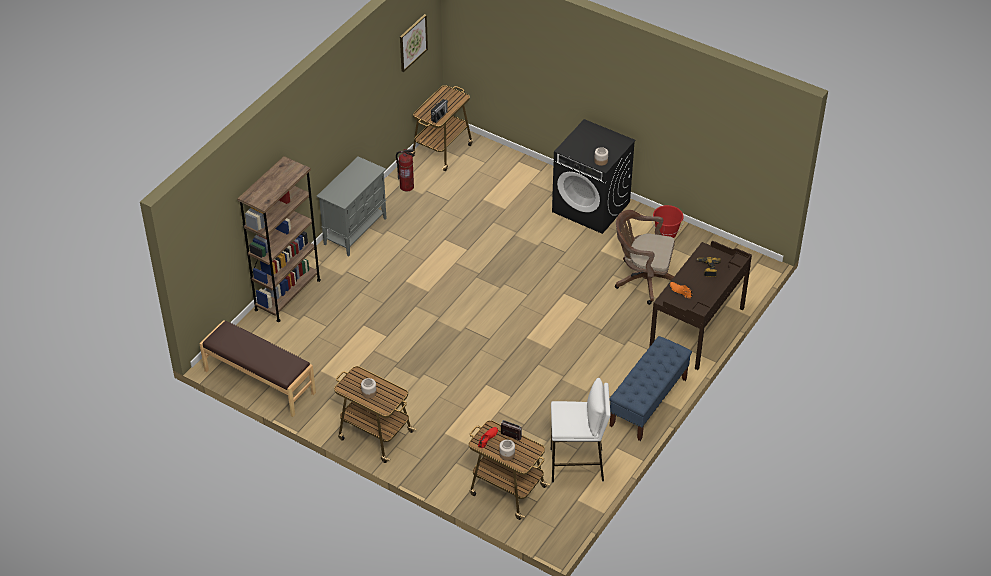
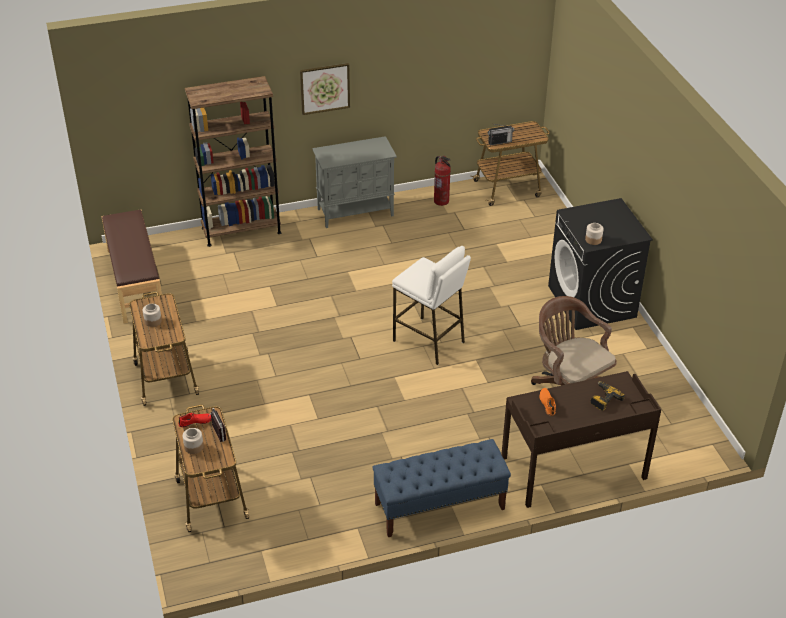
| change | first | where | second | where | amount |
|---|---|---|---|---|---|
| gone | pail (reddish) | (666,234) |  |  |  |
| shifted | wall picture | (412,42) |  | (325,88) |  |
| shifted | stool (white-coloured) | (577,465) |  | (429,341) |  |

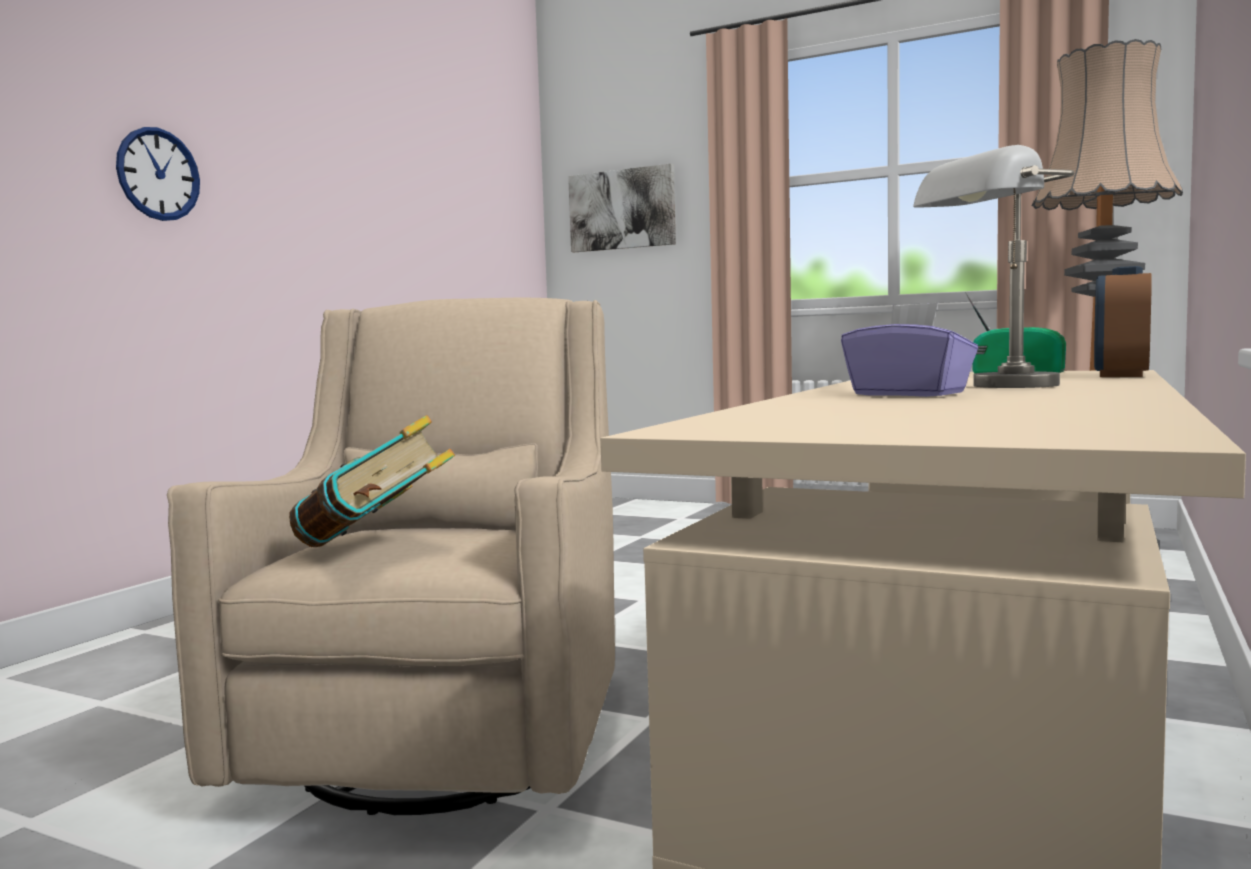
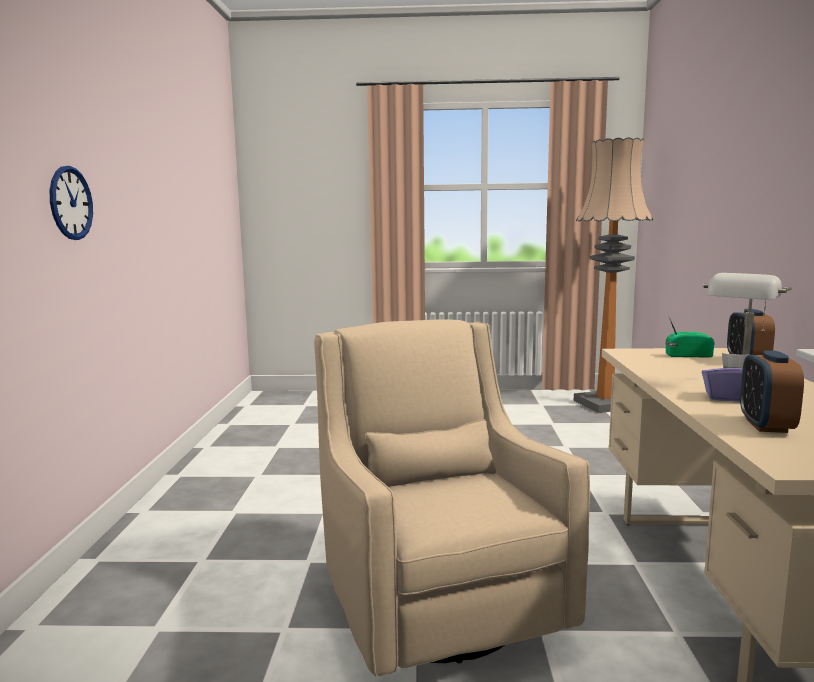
| change | first | where | second | where | amount |
|---|---|---|---|---|---|
| gone | bound book | (374,547) |  |  |  |
| gone | wall picture | (622,209) |  |  |  |
| new |  |  | alarm clock | (766,425) |  |

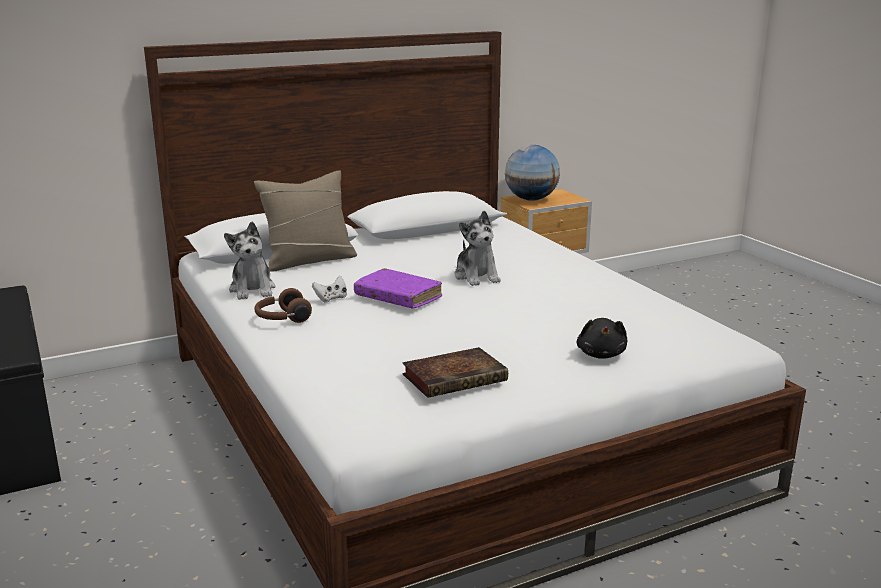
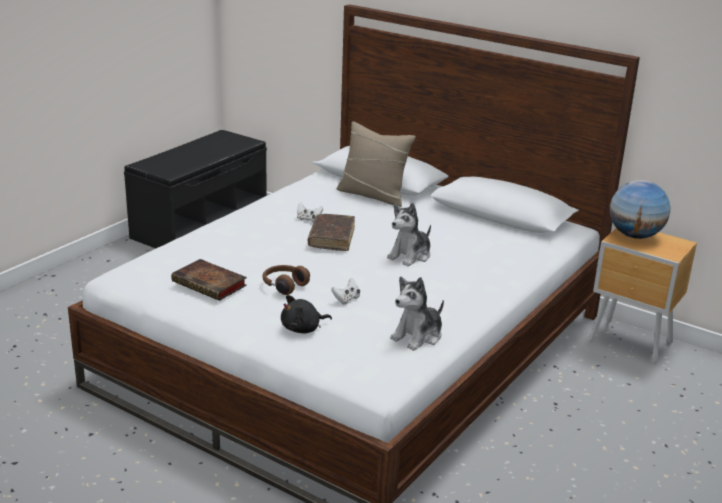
| change | first | where | second | where | amount |
|---|---|---|---|---|---|
| new |  |  | joypad (white-coloured) | (346,299) |  |
| shifted | cuddly toy | (253,289) |  | (418,336) |  |
| shifted | pair of headphones (brown-coloured) | (282,319) |  | (284,285) |  |
| repainted | bound book (purple-coloured) | (398,297) | bound book (brown-coloured) | (331,238) |  |

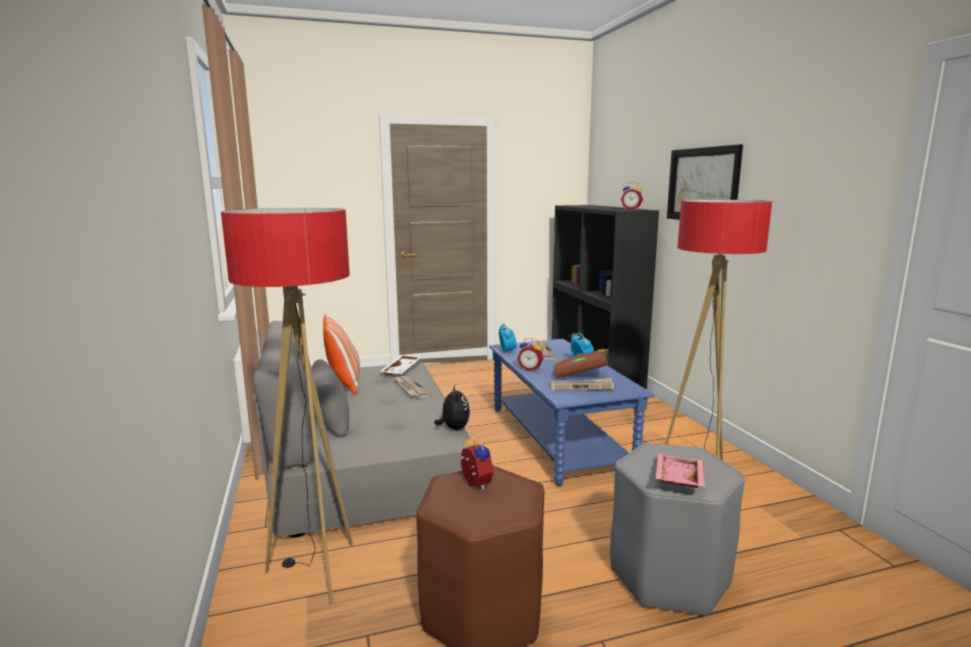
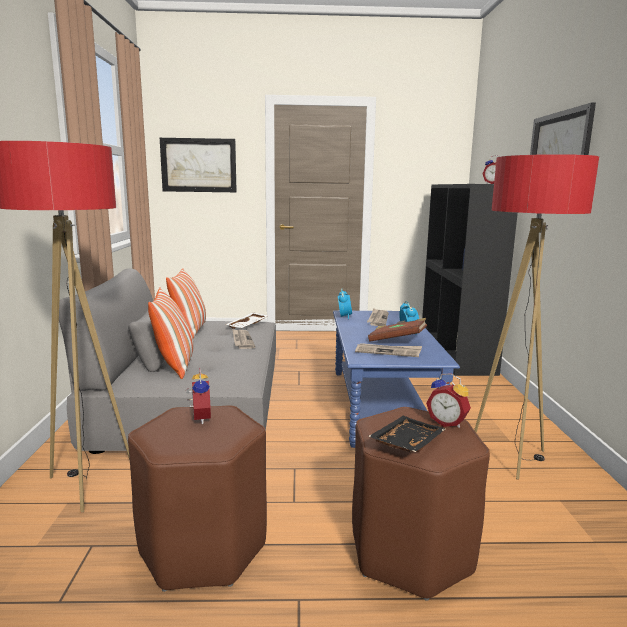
| change | first | where | second | where | amount |
|---|---|---|---|---|---|
| gone | cuddly toy | (454,428) |  |  |  |
| new |  |  | pillow | (175,365) |  |
| new |  |  | wall picture | (198,165) |  |
| shifted | alarm clock | (530,369) |  | (447,422) |  |
| repainted | stool (grey) | (669,577) | stool (brown-coloured) | (411,552) |  |
| repainted | tray (pink) | (677,479) | tray (black-coloured) | (406,443) |  |

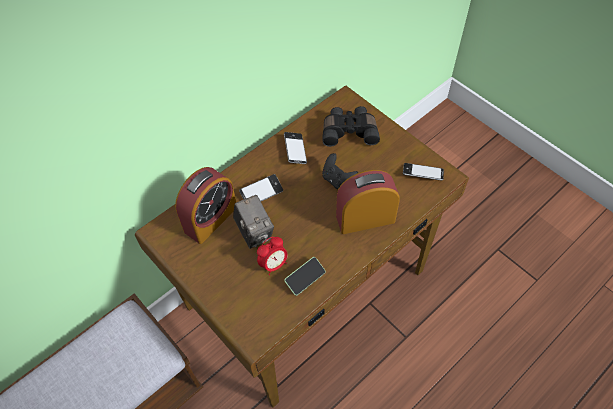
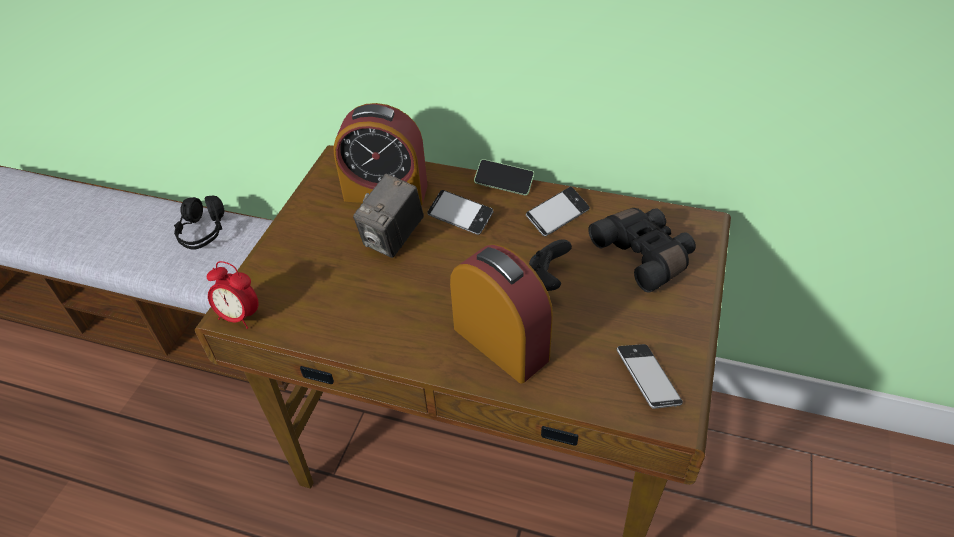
| change | first | where | second | where | amount |
|---|---|---|---|---|---|
| new |  |  | pair of headphones (black-coloured) | (203,232) |  |
| shifted | alarm clock | (273,264) |  | (240,316) |  |
| shifted | telephone | (305,278) |  | (504,183) |  |

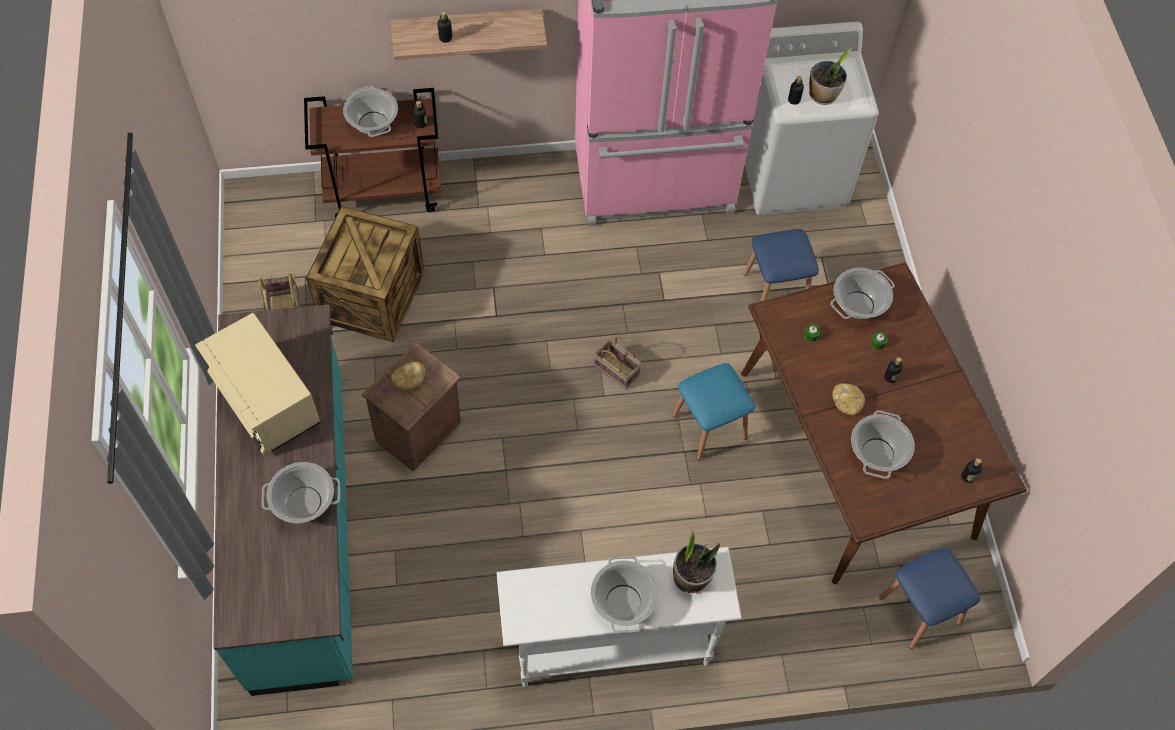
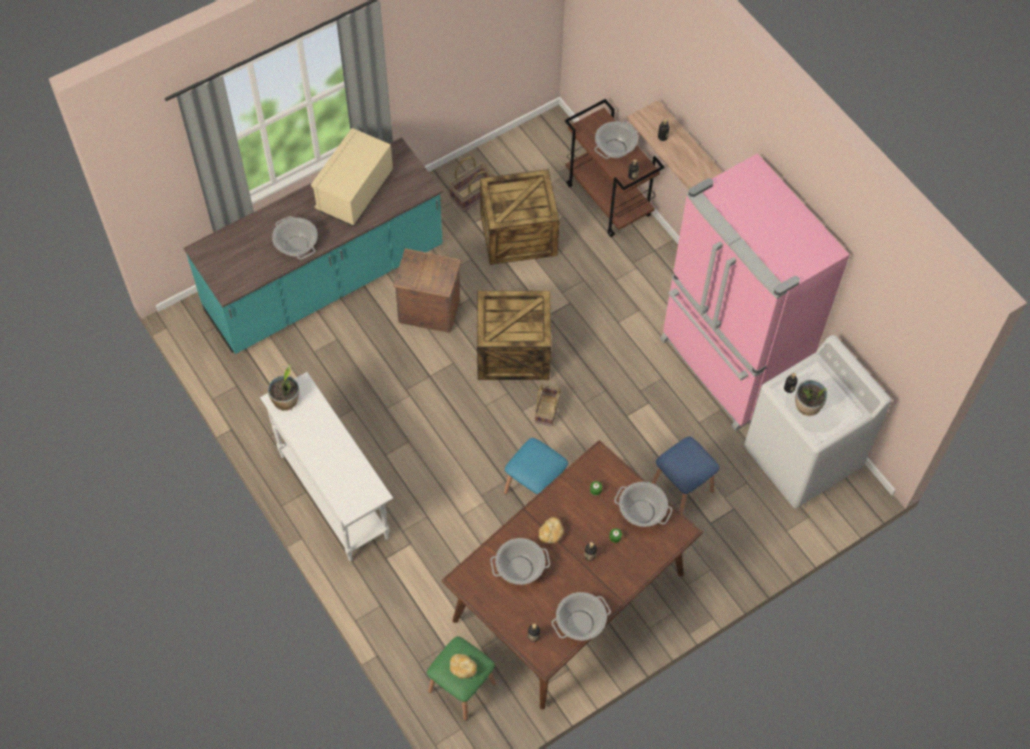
| change | first | where | second | where | amount |
|---|---|---|---|---|---|
| new |  |  | packing crate | (513,353) |  |
| shifted | bread | (409,380) |  | (463,668) |  |
| shifted | stockpot | (623,601) |  | (580,623) |  |
| shifted | potted plant | (691,577) |  | (286,401) |  |
| repainted | stool (bluish) | (920,610) | stool (green-coloured) | (462,687) |  |

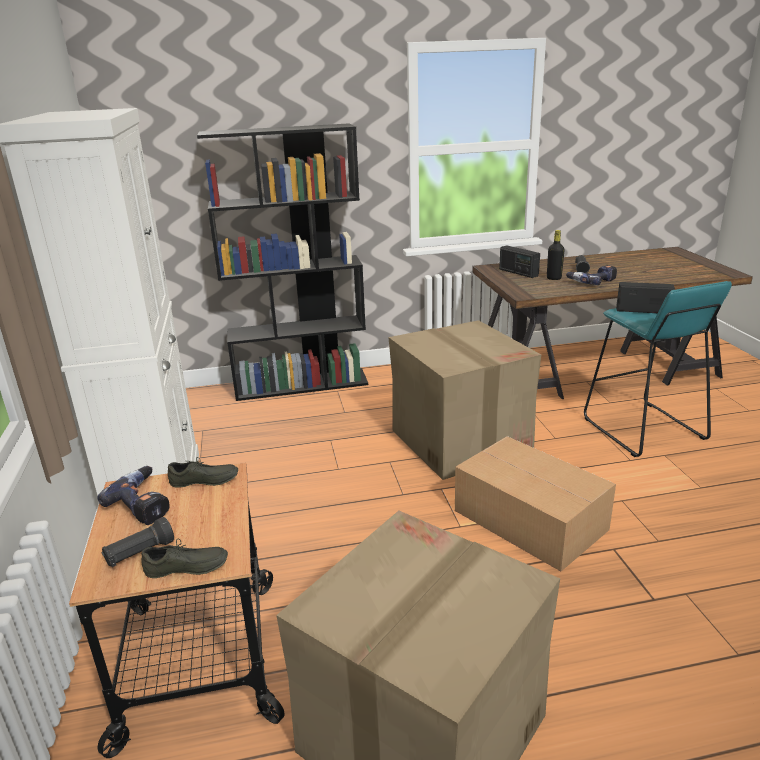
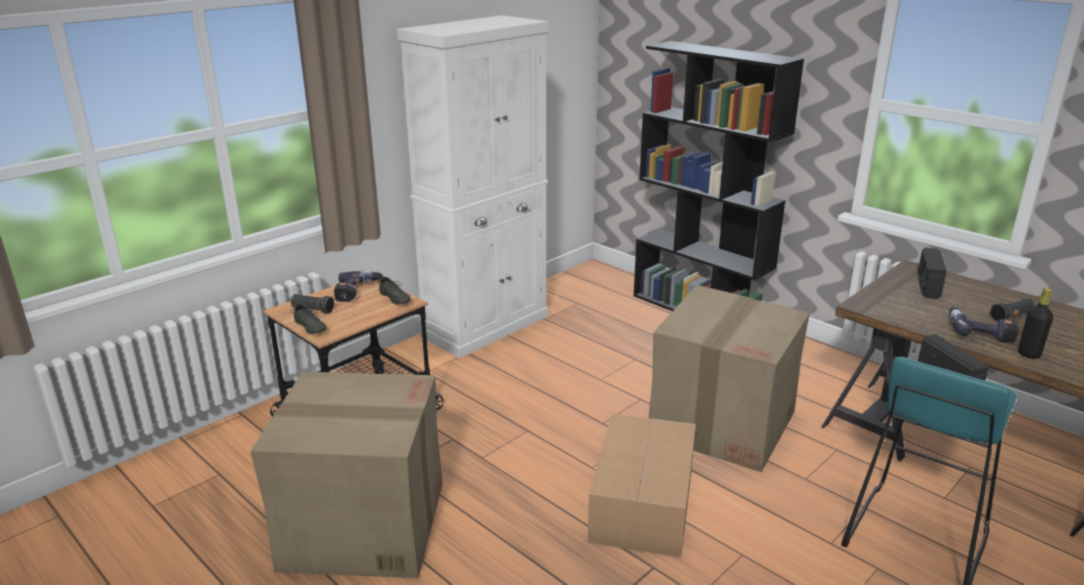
| change | first | where | second | where | amount |
|---|---|---|---|---|---|
| shifted | drink bottle (black-coloured) | (554,278) |  | (1028,354) |  |

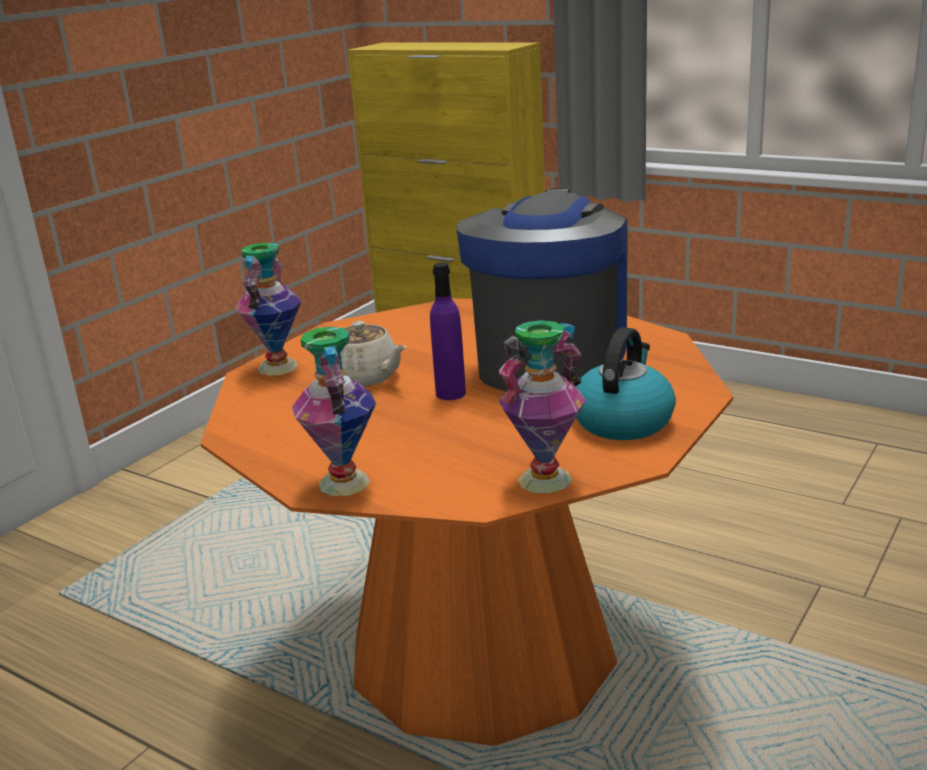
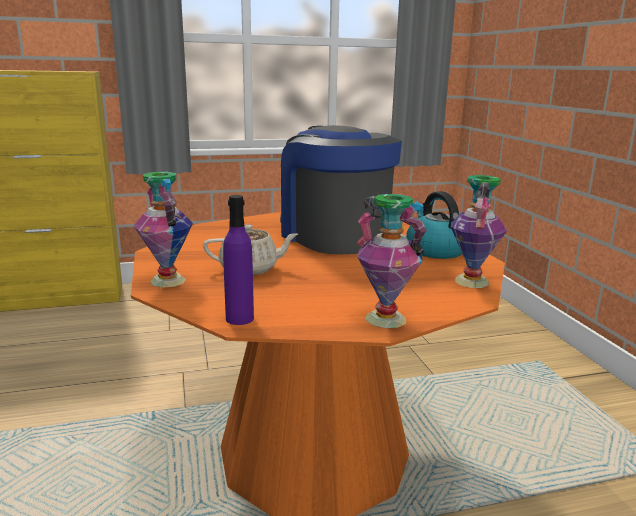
| change | first | where | second | where | amount |
|---|---|---|---|---|---|
| shifted | drink bottle (purple-coloured) | (450,393) |  | (239,318) |  |

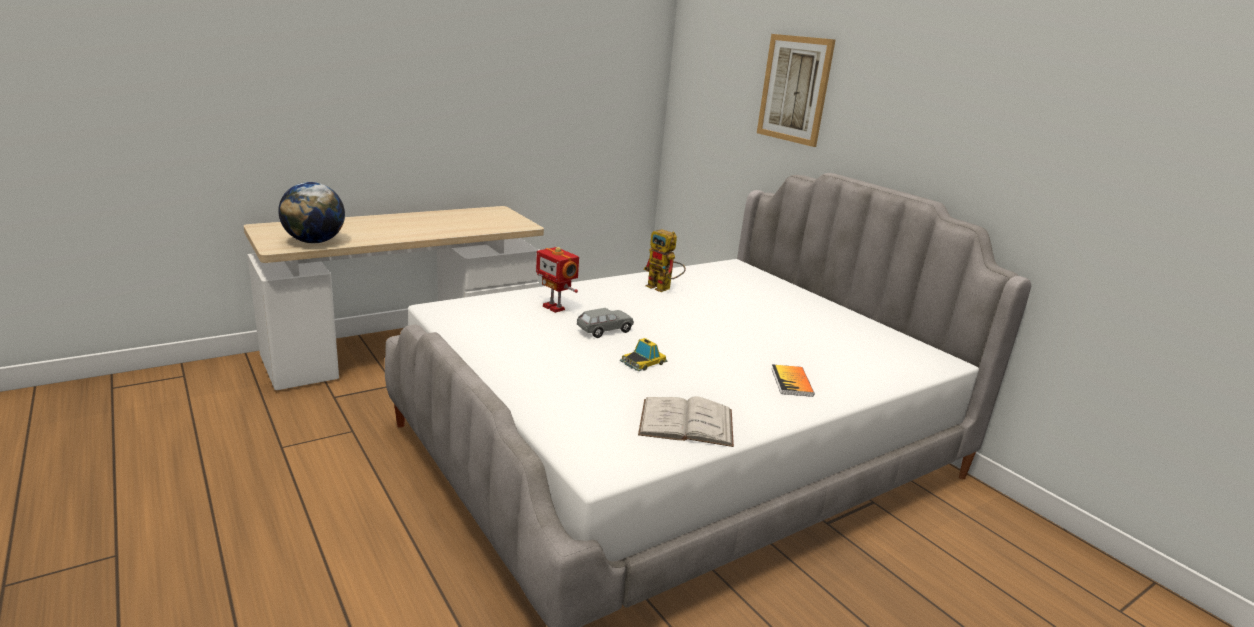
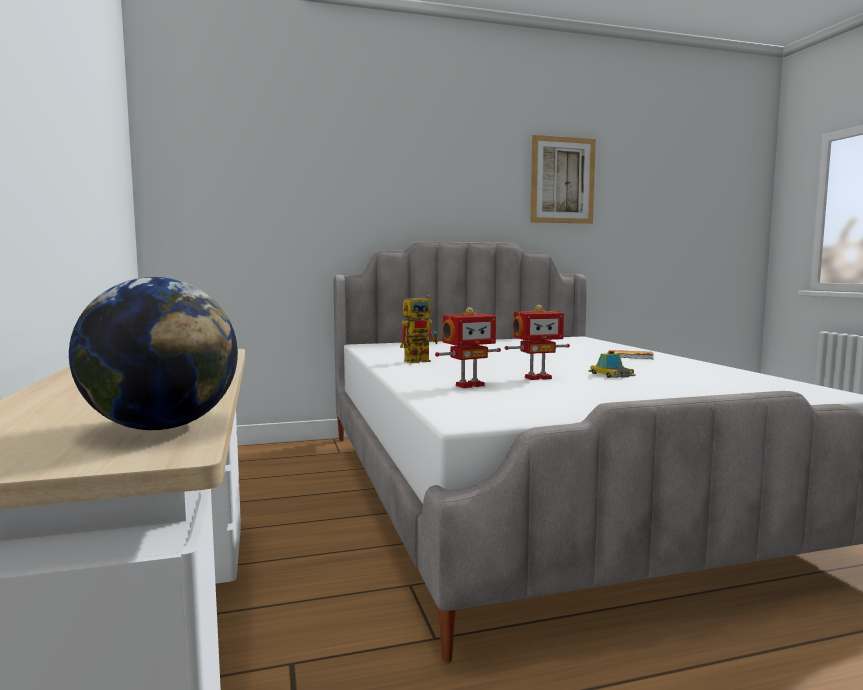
| change | first | where | second | where | amount |
|---|---|---|---|---|---|
| gone | bound book (white-coloured) | (686,422) |  |  |  |
| shifted | wall picture | (794,89) |  | (562,180) |  |
| swapped | miniature car (grey) | (604,331) | model robot | (537,377) |  |

